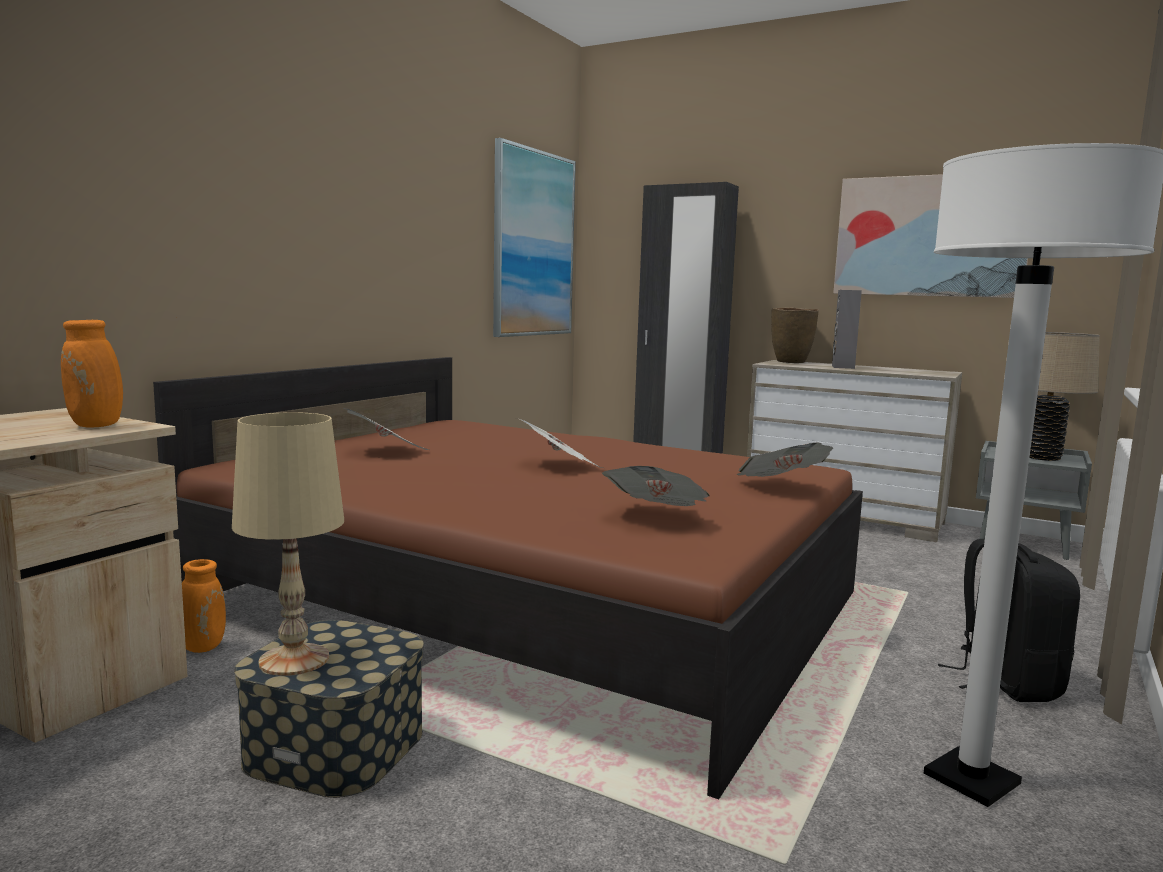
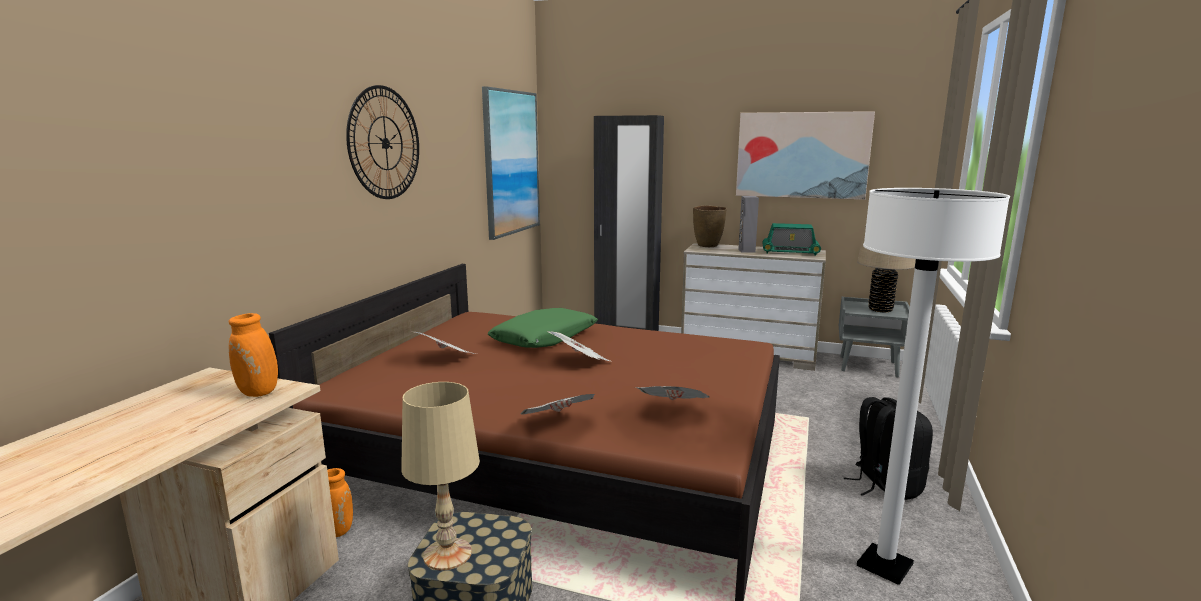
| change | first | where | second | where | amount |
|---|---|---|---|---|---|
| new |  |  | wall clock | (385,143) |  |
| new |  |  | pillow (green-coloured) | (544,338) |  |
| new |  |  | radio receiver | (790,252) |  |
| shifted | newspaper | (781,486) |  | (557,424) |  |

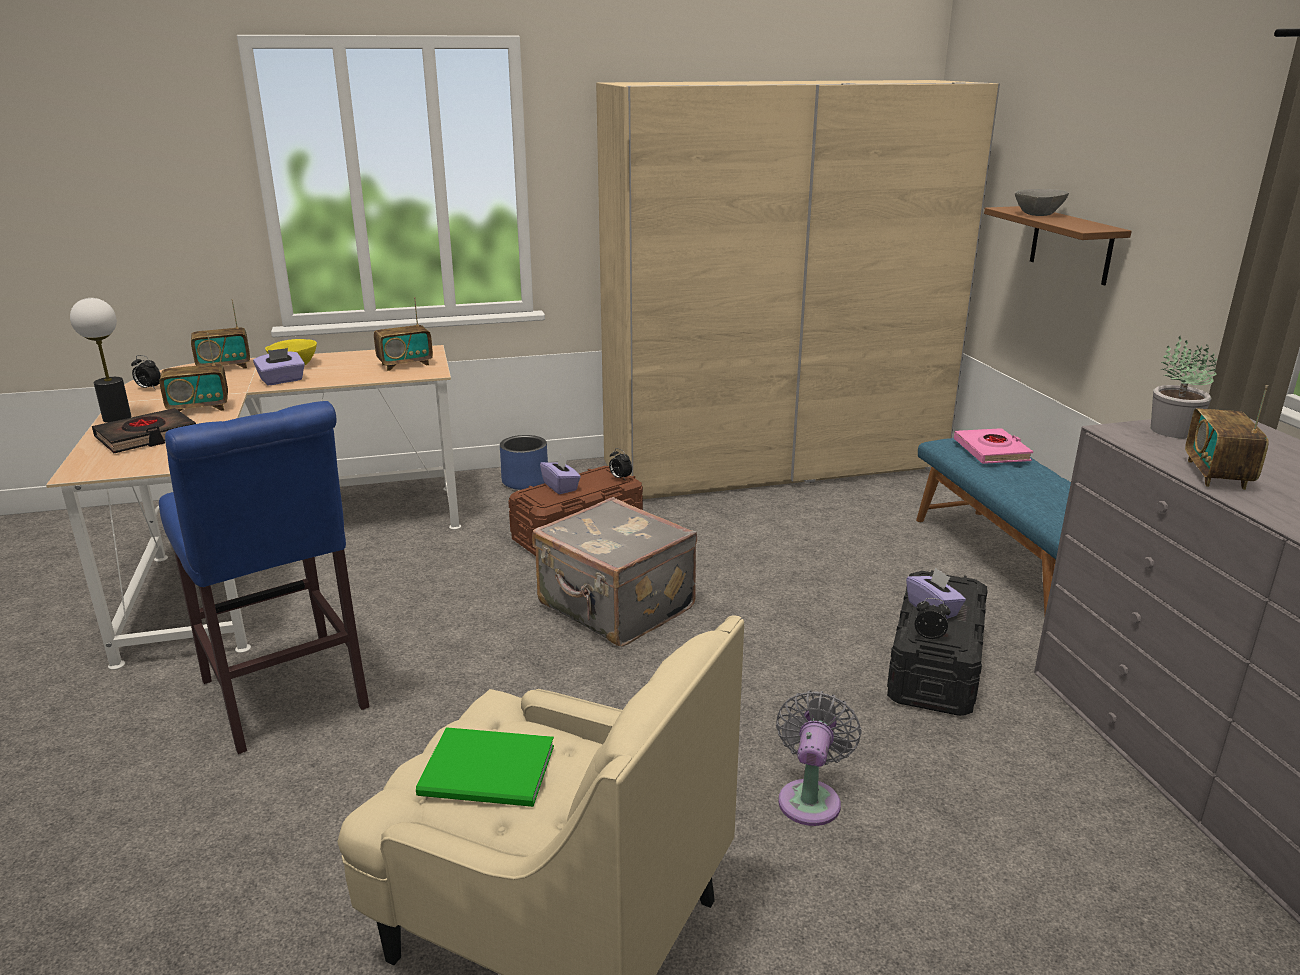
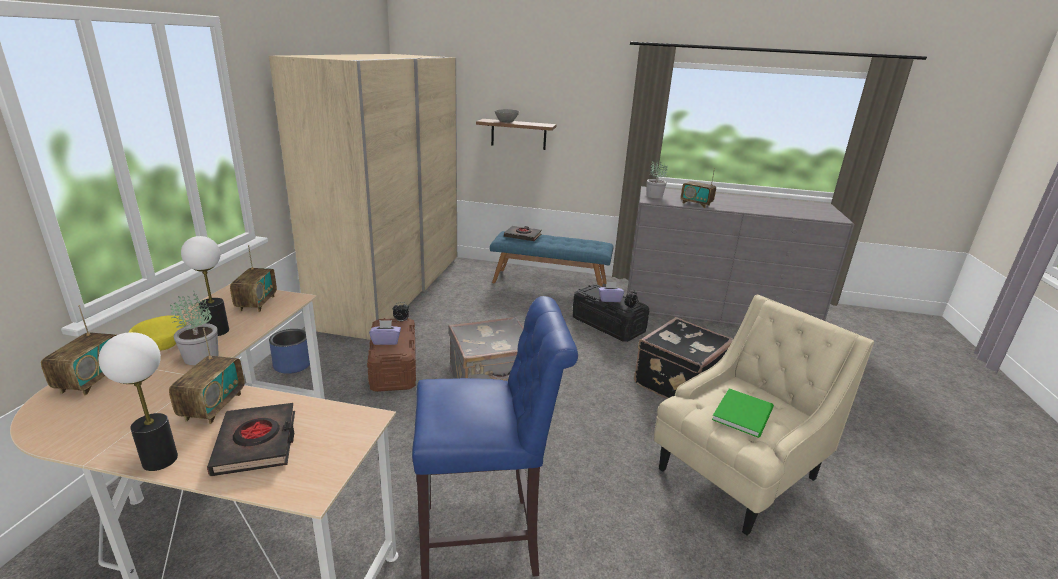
| change | first | where | second | where | amount |
|---|---|---|---|---|---|
| gone | alarm clock | (148,388) |  |  |  |
| new |  |  | lamp for a table | (217,331) |  |
| swapped | tissue holder (purple-coloured) | (282,380) | potted plant | (200,356) |  |
| swapped | cooling fan (grey) | (810,798) | suitcase (black-coloured) | (677,382) |  |
| repainted | bound book (pink) | (991,451) | bound book (black-coloured) | (523,236) |  |

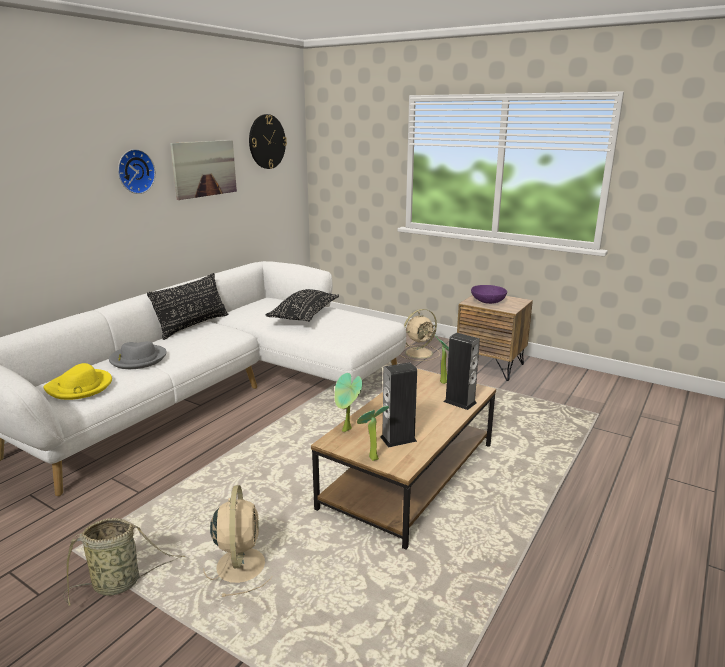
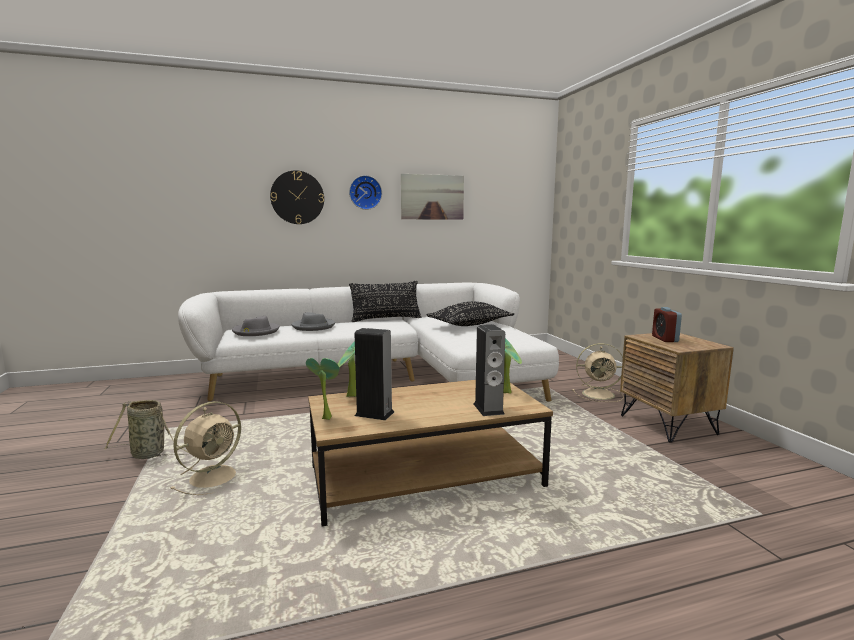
| change | first | where | second | where | amount |
|---|---|---|---|---|---|
| shifted | wall clock | (267,141) |  | (297,197) |  |
| swapped | bowl (purple-coloured) | (488,301) | alarm clock | (665,339) |  |
| repainted | wearable hat (yellow-coloured) | (80,387) | wearable hat (grey) | (255,331) |  |

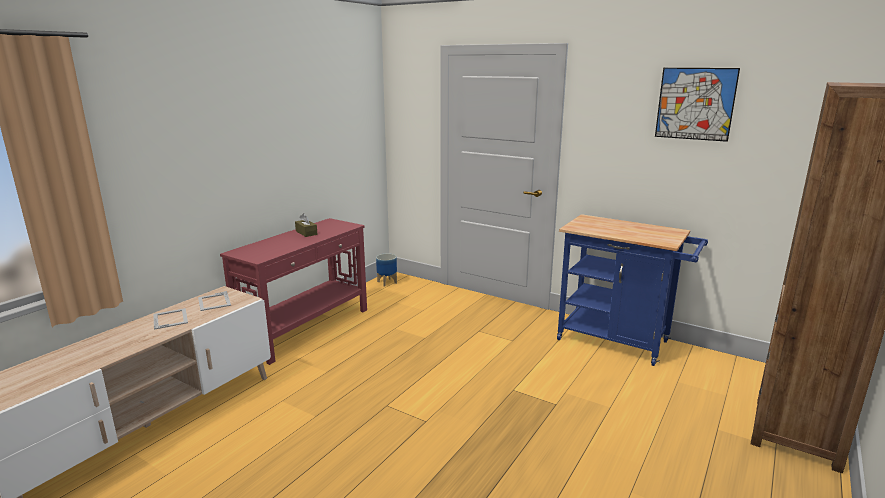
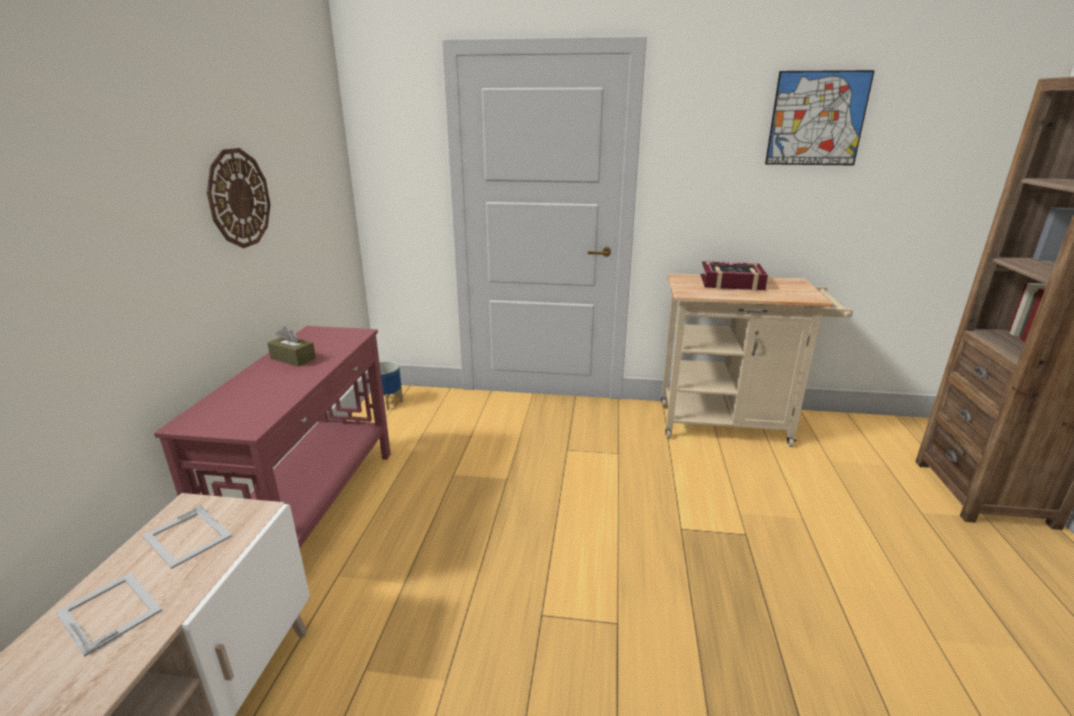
| change | first | where | second | where | amount |
|---|---|---|---|---|---|
| new |  |  | wall clock | (239,198) |  |
| new |  |  | bound book | (731,283) |  |
| repainted | wheeled cart (bluish) | (620,342) | wheeled cart (sand-coloured) | (732,424) |  |

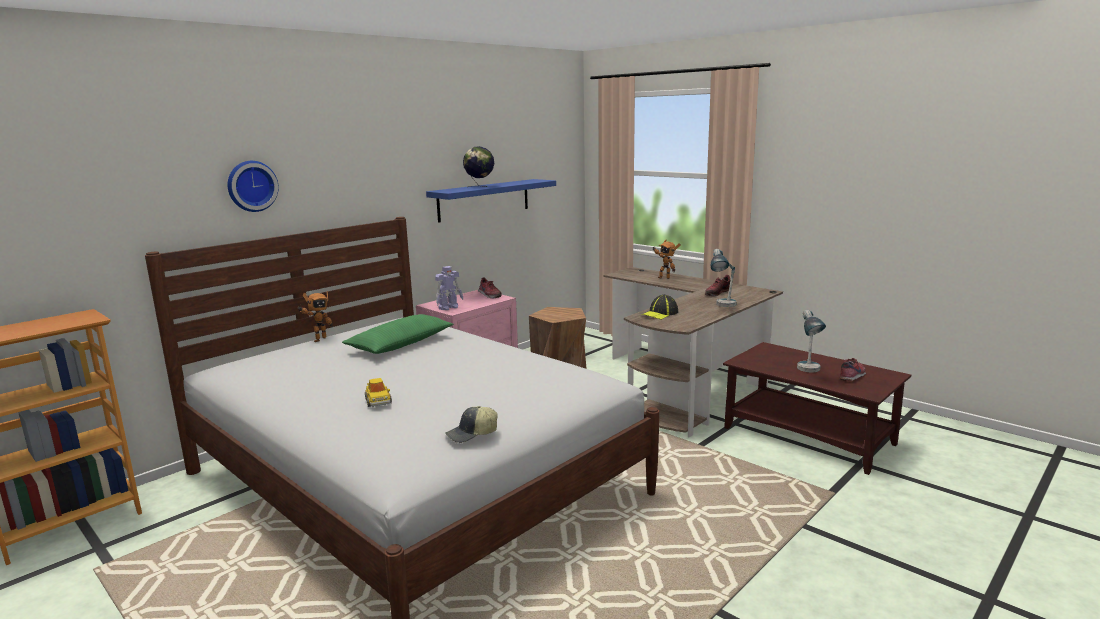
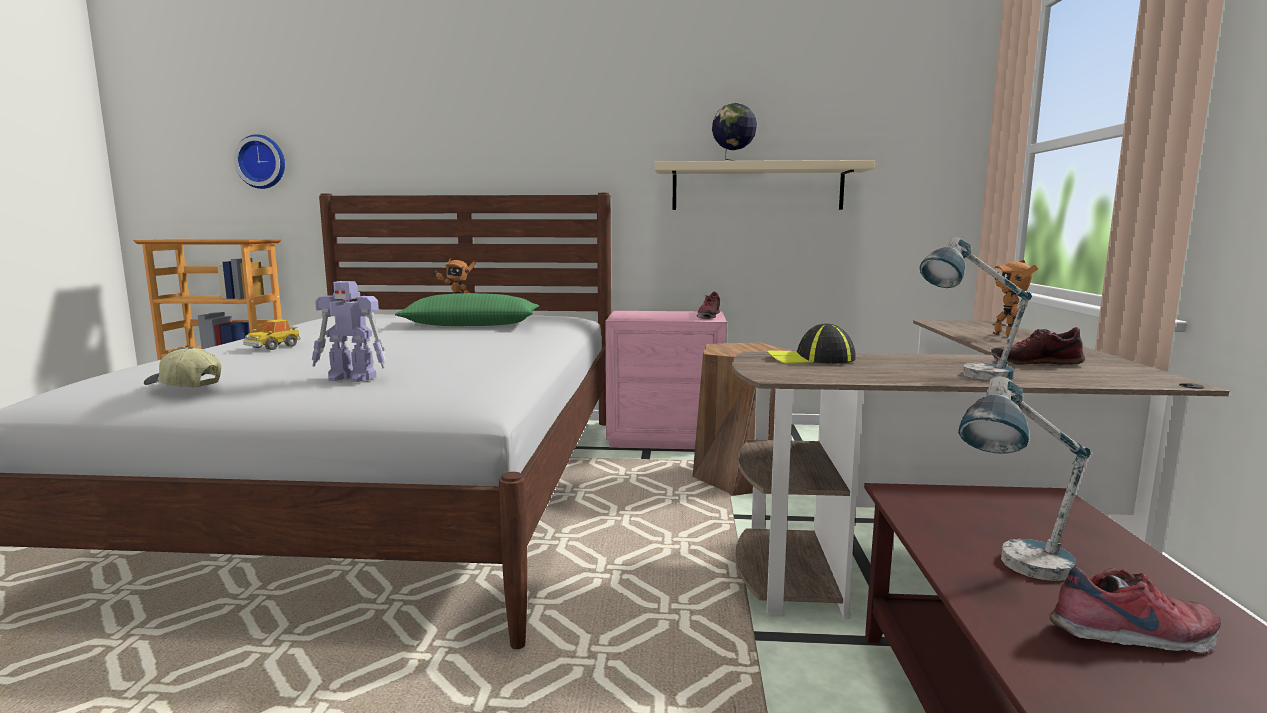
| change | first | where | second | where | amount |
|---|---|---|---|---|---|
| shifted | wall clock | (251,186) |  | (262,162) |  |
| shifted | model robot | (449,307) |  | (353,378) |  |
| repainted | wall shelf (bluish) | (484,200) | wall shelf (sand-coloured) | (757,187) |  |

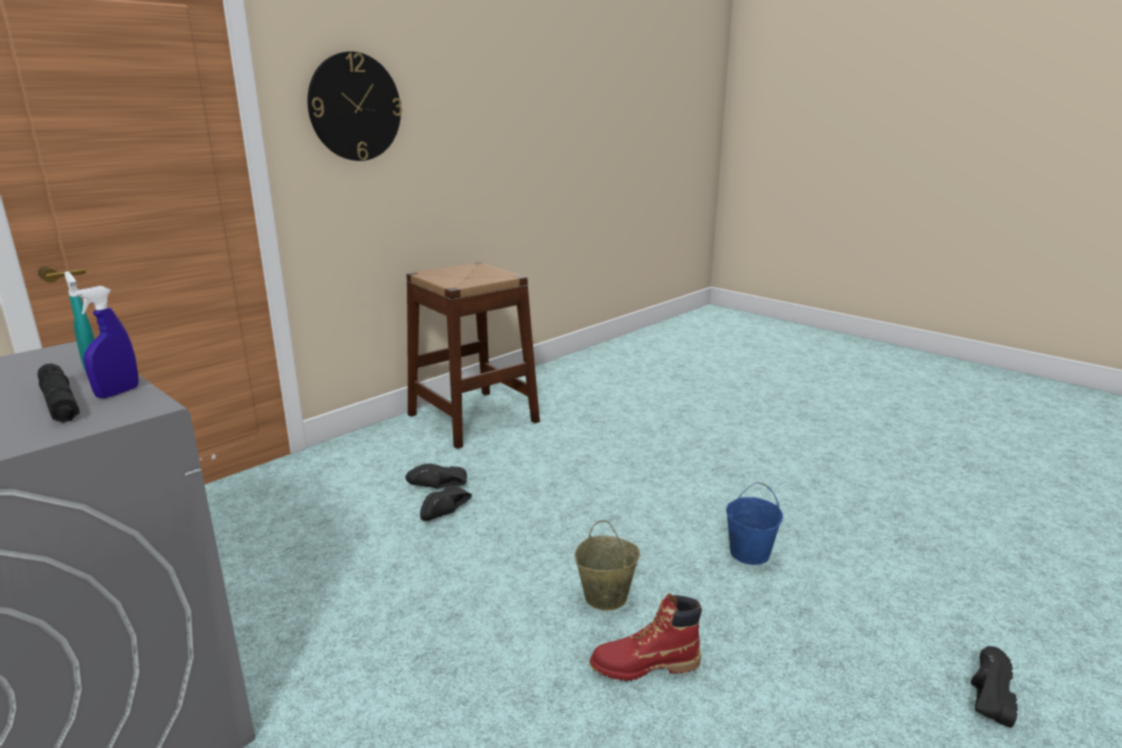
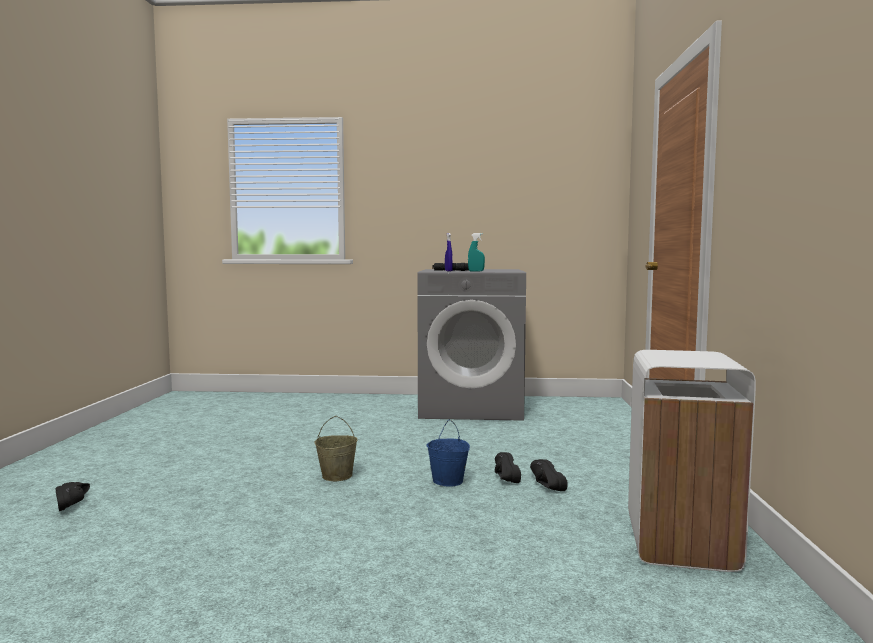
| change | first | where | second | where | amount |
|---|---|---|---|---|---|
| gone | wall clock | (355,107) |  |  |  |
| gone | boot (reddish) | (645,665) |  |  |  |
| shifted | pail (bluish) | (749,553) |  | (448,481) |  |
| swapped | stool (brown-coloured) | (472,418) | trash can (white-coloured) | (682,543) |  |
| rotated | low shoe (black-coloured) | (439,488) |  | (543,485) | 60 degrees counterclockwise |

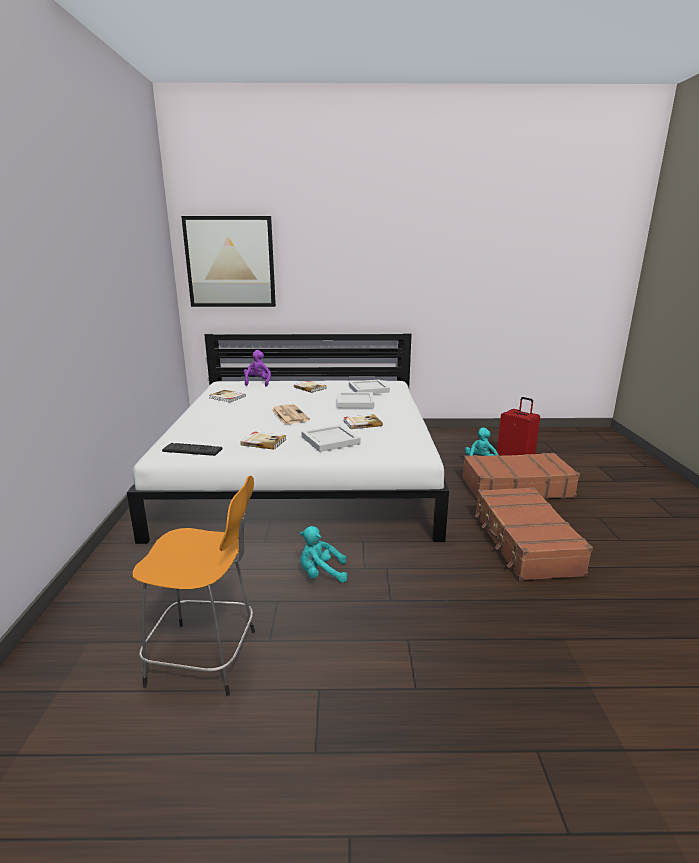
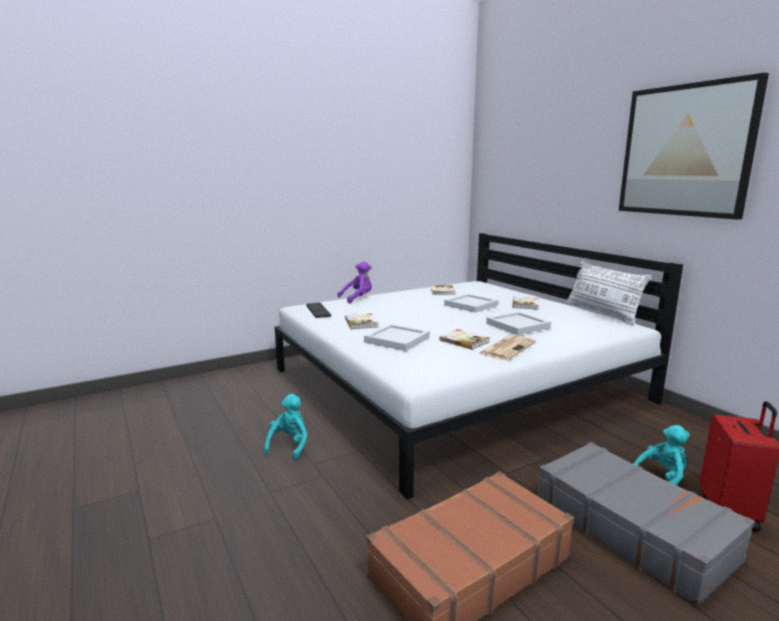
| change | first | where | second | where | amount |
|---|---|---|---|---|---|
| gone | stool (orangey) | (207,658) |  |  |  |
| new |  |  | pillow (white-coloured) | (601,313) |  |
| shifted | wall picture | (230,262) |  | (685,151) |  |
| shifted | cuddly toy (purple-coloured) | (257,383) |  | (358,298) |  |
| shifted | newspaper | (289,415) |  | (507,348) |  |
| shifted | tray (white-coloured) | (369,389) |  | (471,305) |  |
| repainted | suitcase (brown-coloured) | (516,487) | suitcase (grey) | (632,529) |  |
| rotated | cuddly toy (turquoise) | (321,574) |  | (289,445) | 45 degrees clockwise |

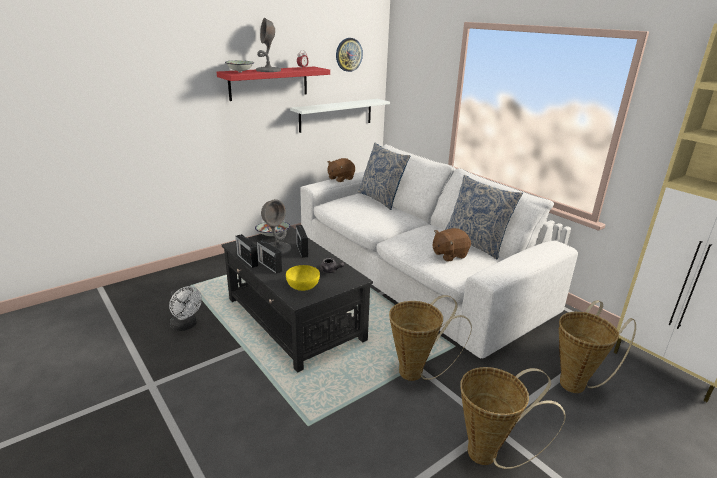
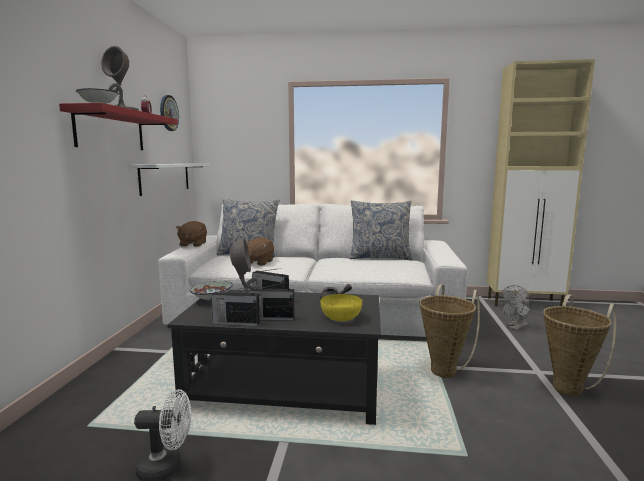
| change | first | where | second | where | amount |
|---|---|---|---|---|---|
| shifted | cuddly toy (brown-coloured) | (449,255) |  | (258,262) |  |
| swapped | storage basket | (576,383) | cooling fan (grey) | (515,328) |  |

